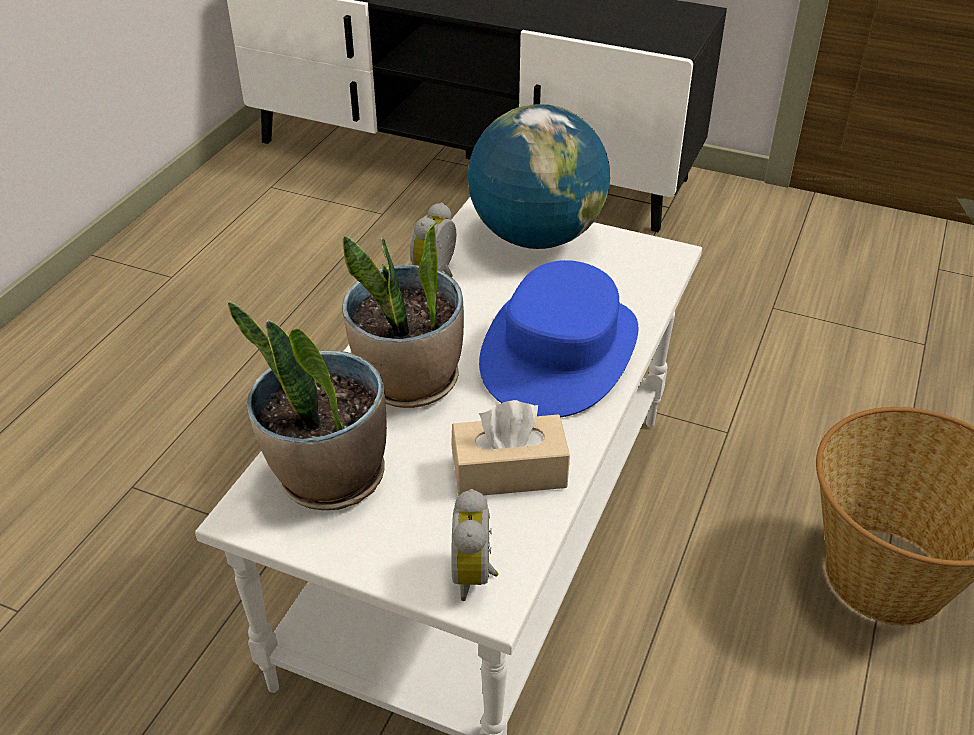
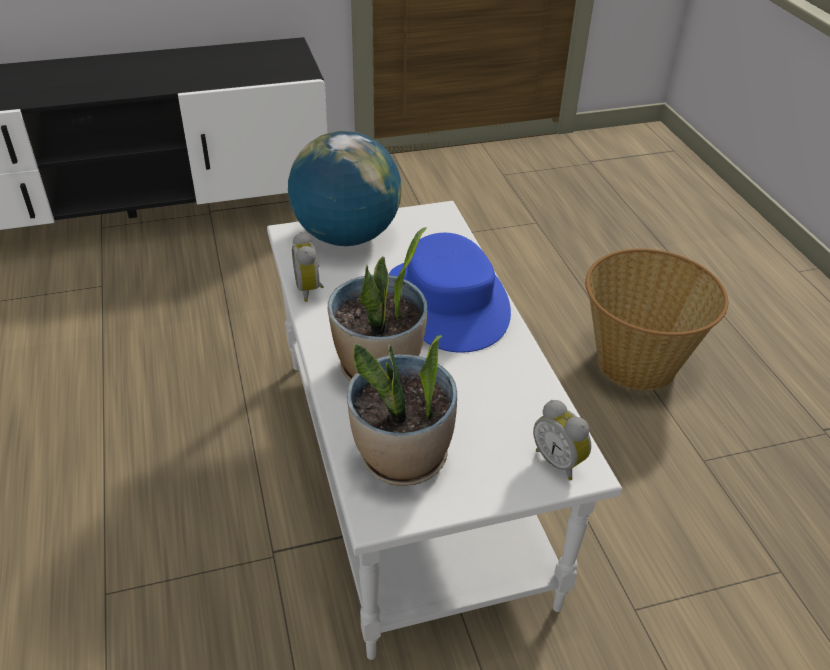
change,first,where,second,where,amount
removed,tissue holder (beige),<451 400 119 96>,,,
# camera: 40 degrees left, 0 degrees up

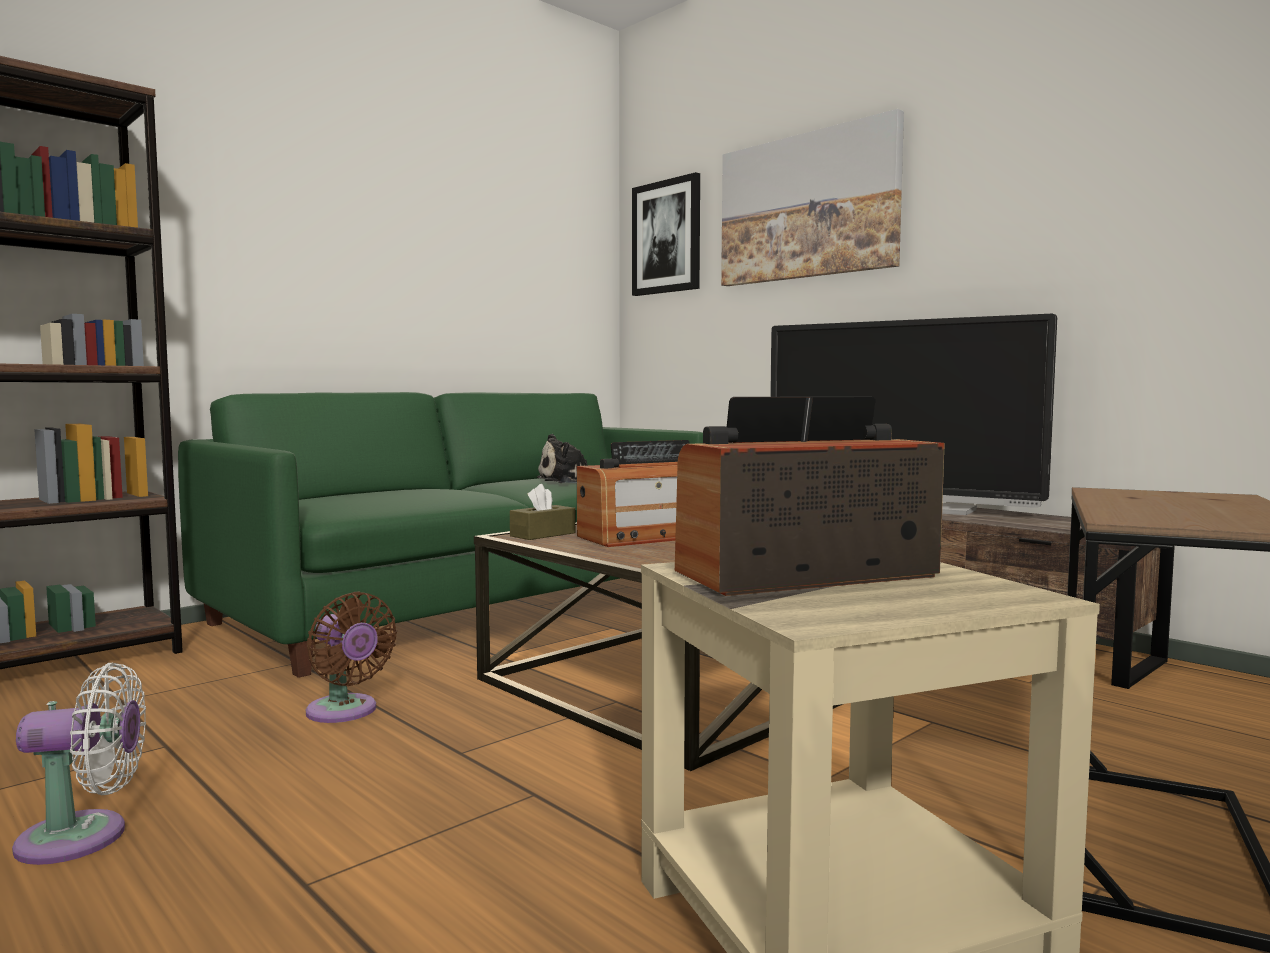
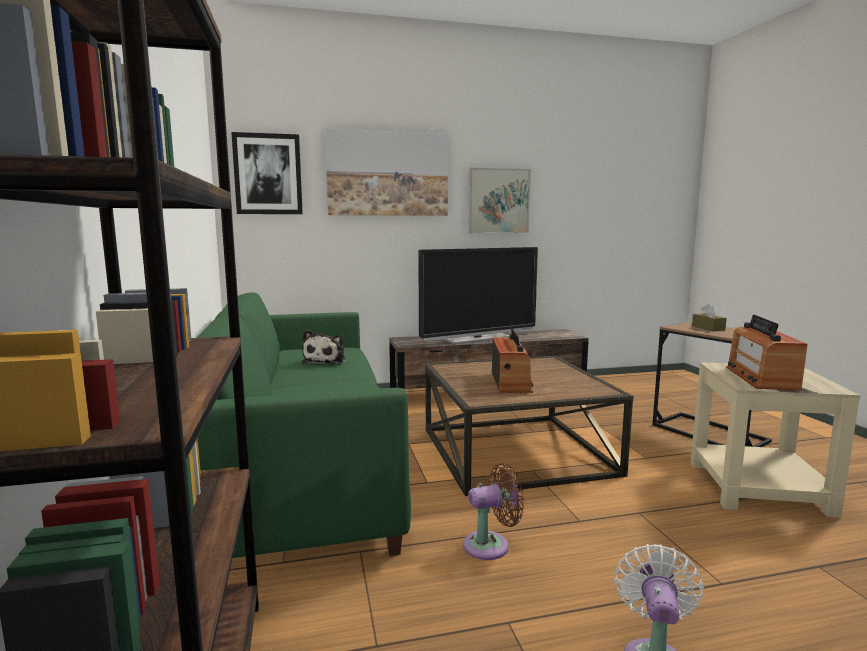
change,first,where,second,where,amount
added,,,wall picture,<468 168 63 66>,
moved,tissue holder (brown),<510 484 65 56>,,<692 304 35 27>,
# camera: 60 degrees left, 5 degrees up

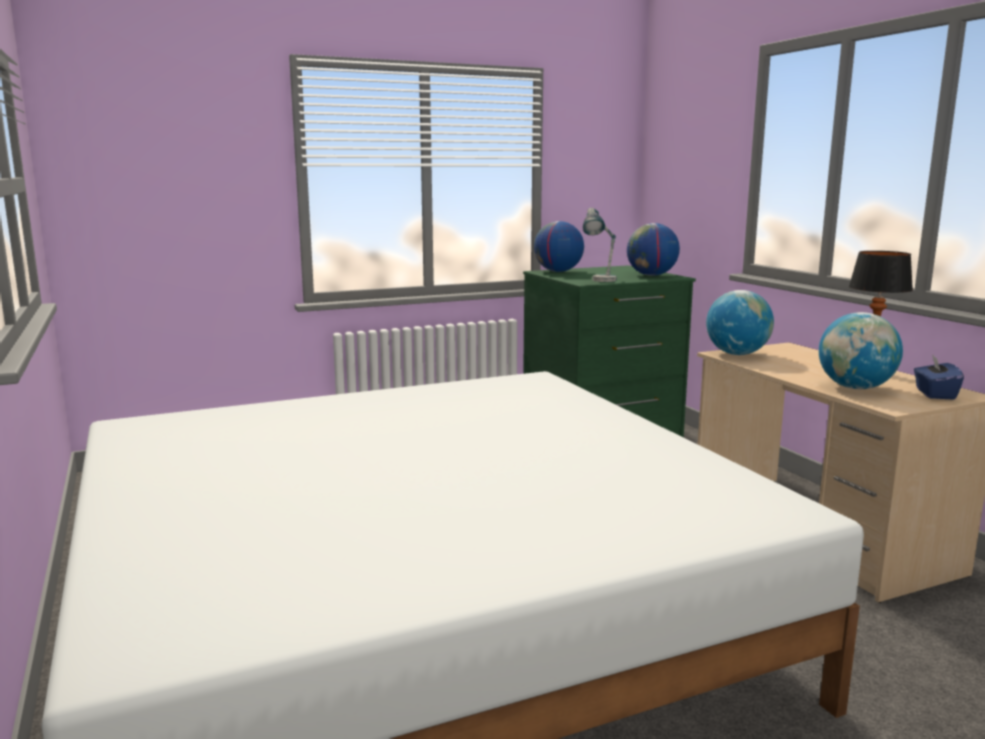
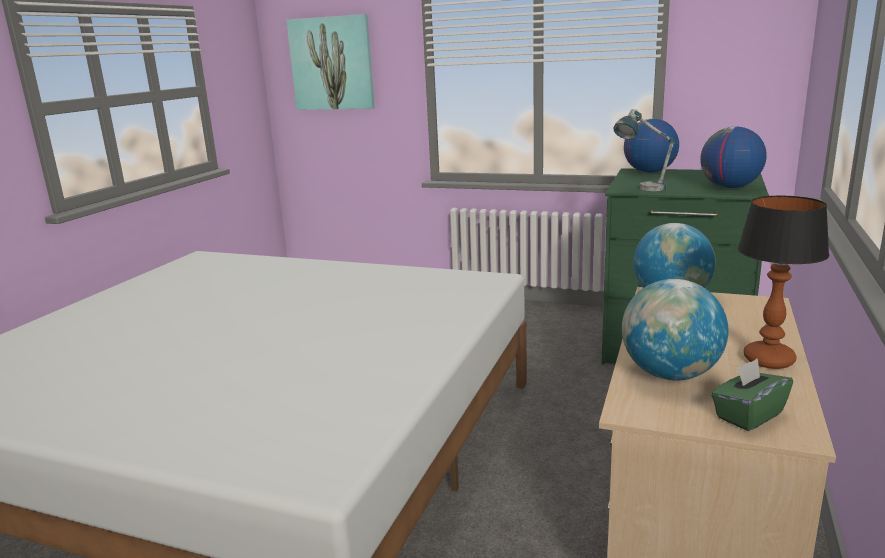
change,first,where,second,where,amount
added,,,wall picture,<286 14 89 96>,
recoloured,tissue holder (blue),<914 354 50 46>,tissue holder (greenish),<711 358 82 73>,
# camera: 45 degrees right, 5 degrees up

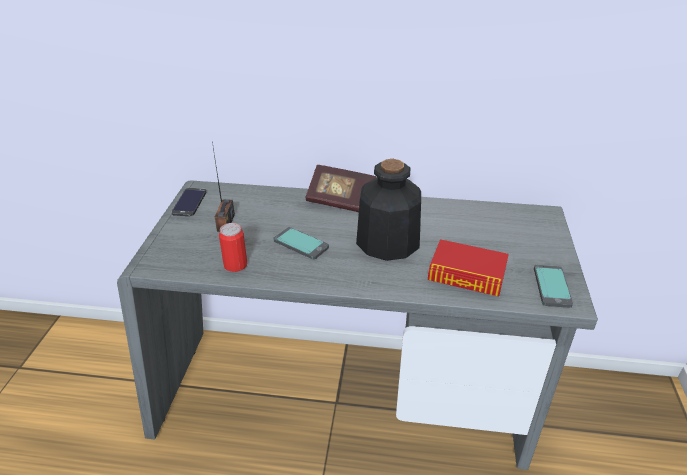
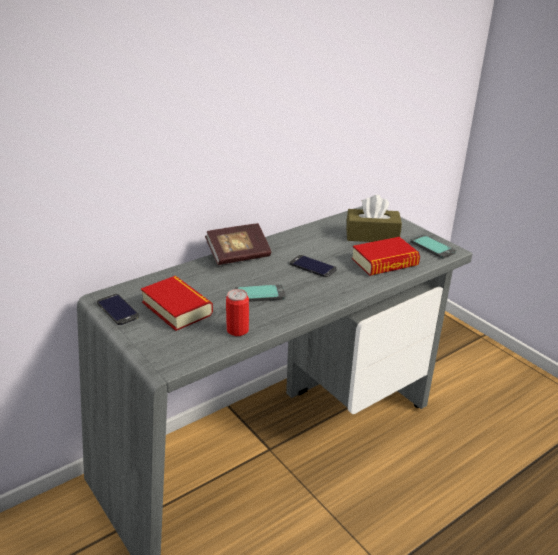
change,first,where,second,where,amount
added,,,tissue holder (brown),<346 195 56 47>,
replaced,radio set,<212 142 23 90>,volume,<141 276 72 55>,
replaced,bottle,<356 159 65 102>,phone,<289 255 48 22>,
# camera: 45 degrees left, 5 degrees down

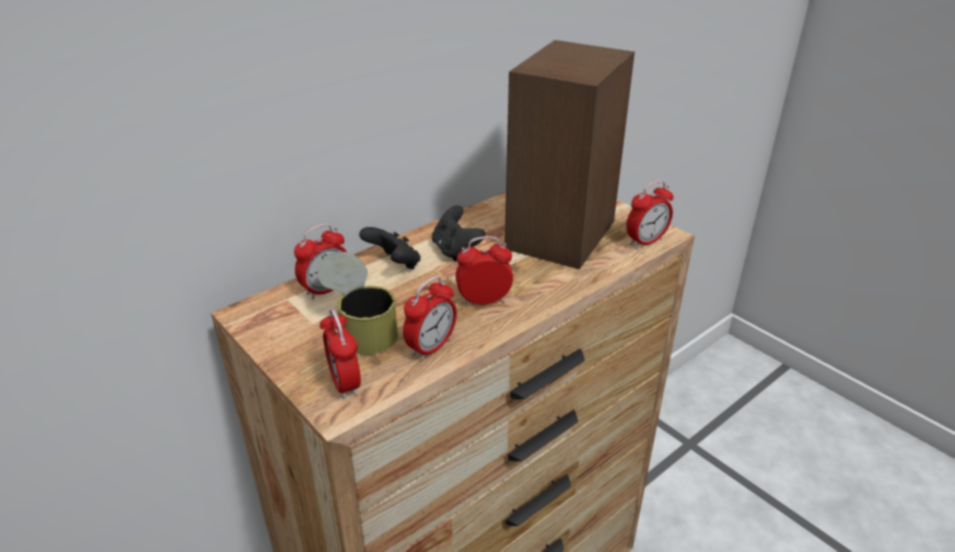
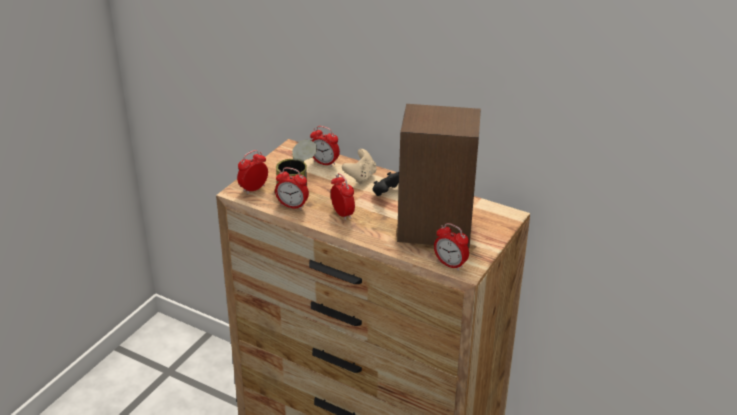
change,first,where,second,where,amount
recoloured,gamepad (black-coloured),<359 227 62 42>,gamepad (beige),<342 149 35 35>,
# camera: 70 degrees right, 0 degrees up

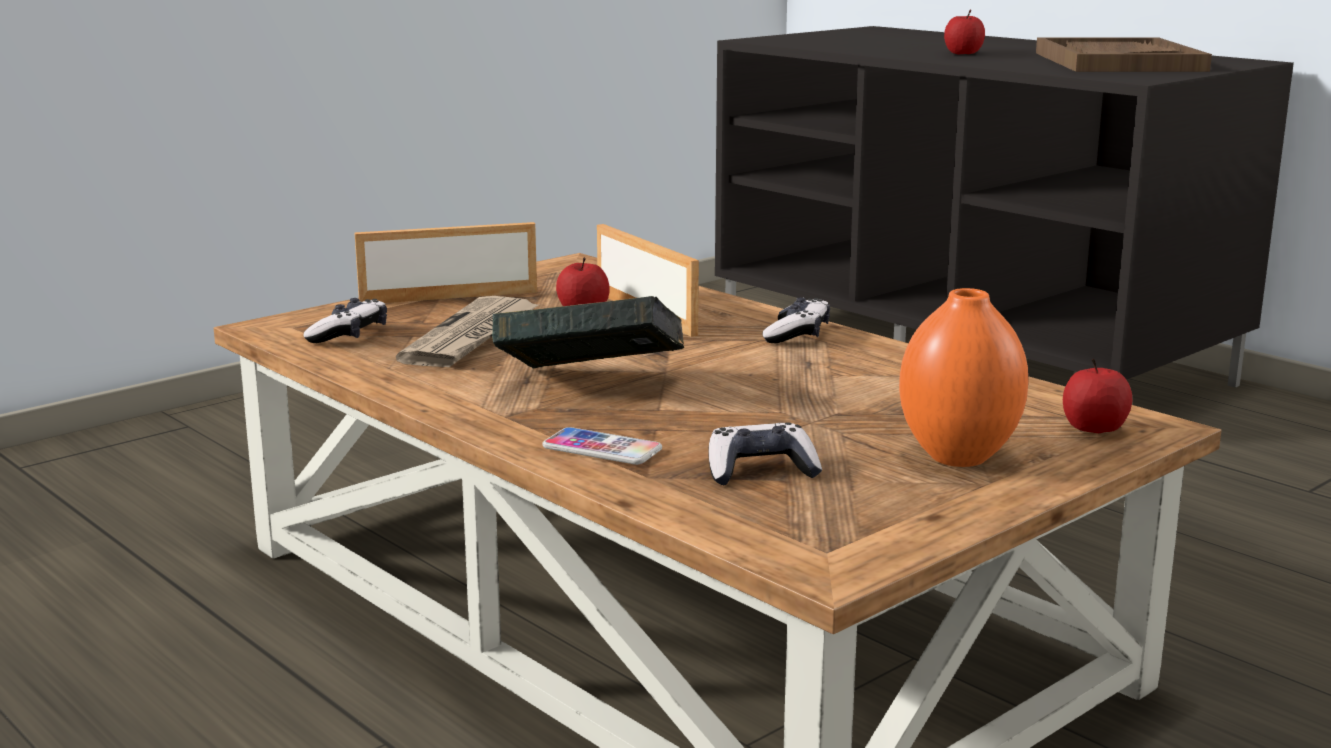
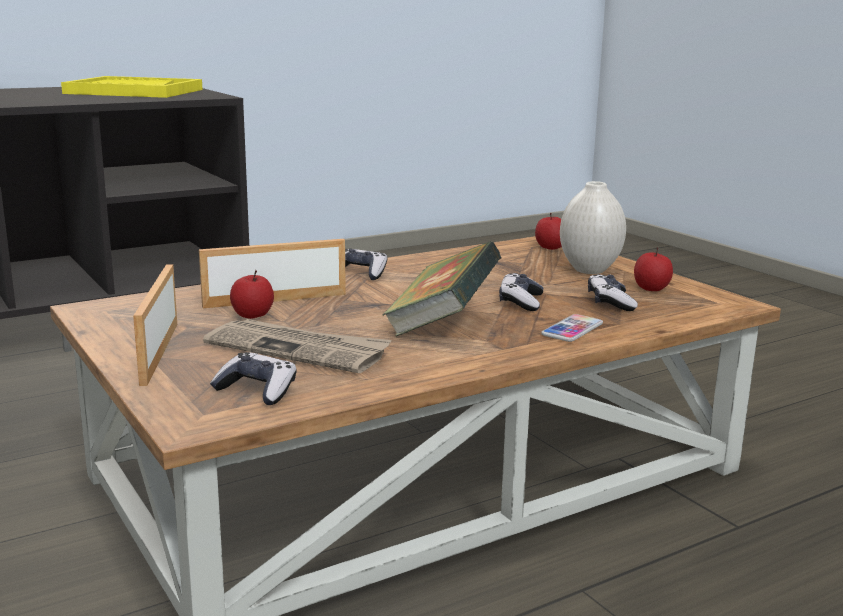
change,first,where,second,where,amount
added,,,gamepad,<499 273 44 38>,
moved,apple,<944 10 41 44>,,<634 247 39 44>,
recoloured,decorative vase (orange),<899 288 129 179>,decorative vase (whitish),<560 181 66 93>,
recoloured,tray (brown),<1036 37 176 35>,tray (yellowish),<61 76 142 22>,
# camera: 80 degrees left, 0 degrees up

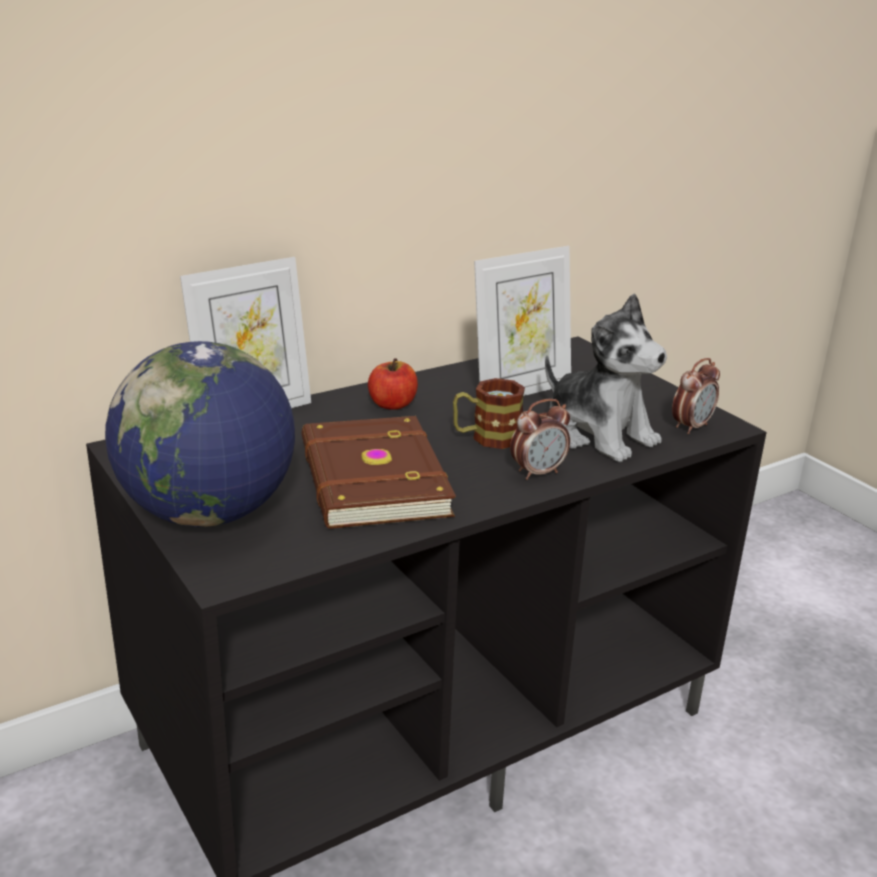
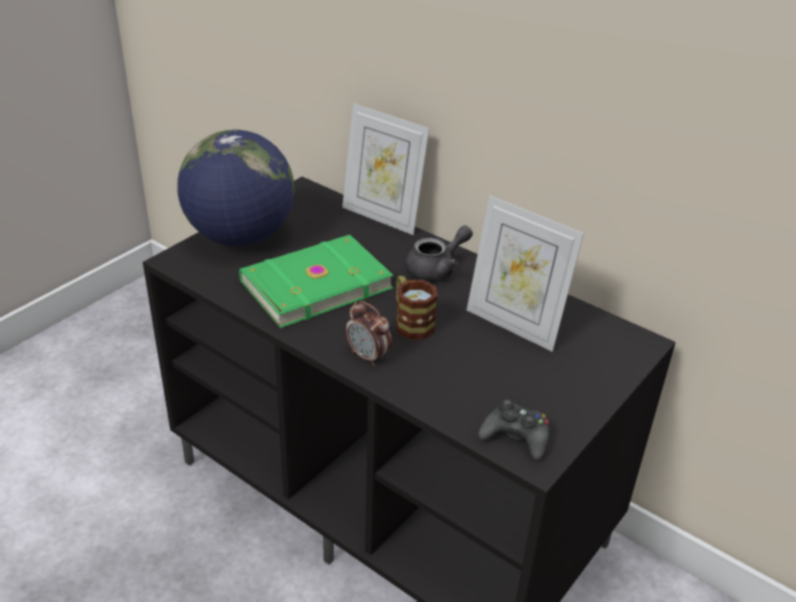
change,first,where,second,where,amount
removed,plush toy,<545 293 122 169>,,,
replaced,apple,<368 358 50 52>,pot for tea (gray),<405 226 68 55>,
replaced,bedside clock,<672 358 48 76>,gamepad (black-coloured),<478 399 72 61>,
recoloured,volume (brown),<302 416 154 113>,volume (greenish),<239 235 155 93>,
# camera: 70 degrees right, 10 degrees up

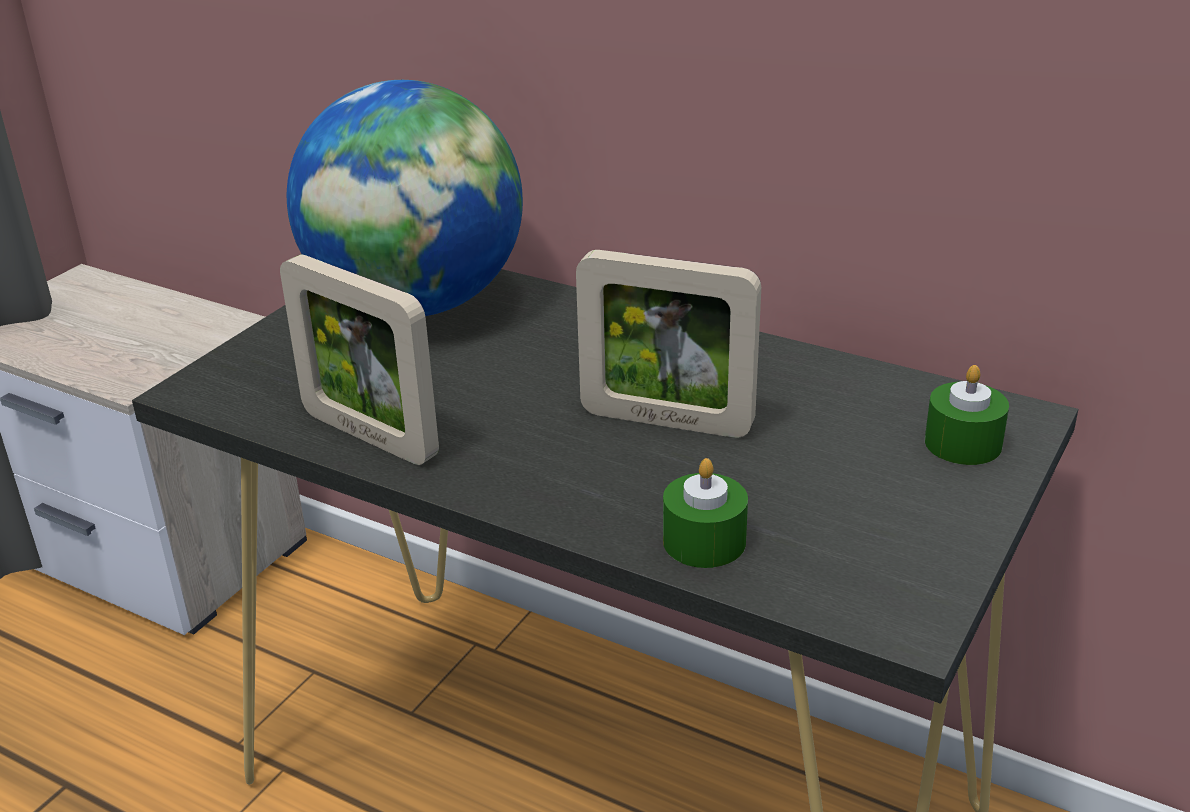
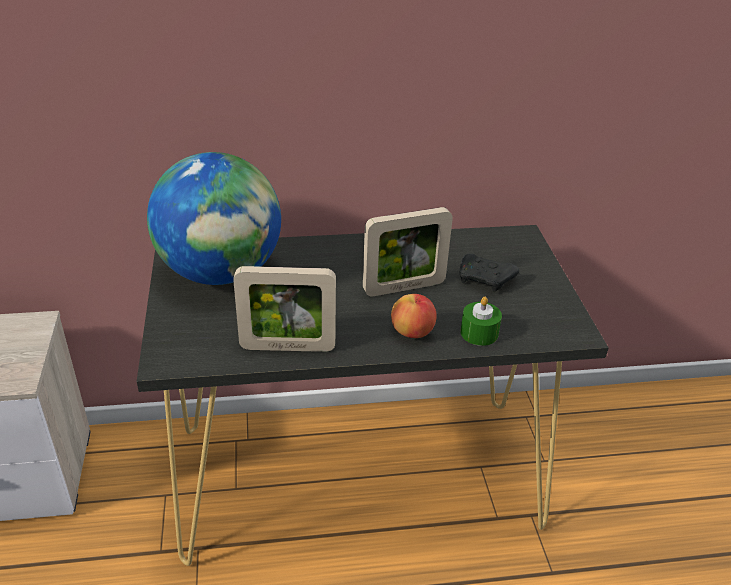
change,first,where,second,where,amount
removed,candle (greenish),<925 365 84 100>,,,
added,,,apple,<391 294 46 44>,
added,,,gamepad (black-coloured),<460 253 59 39>,
# camera: 40 degrees left, 5 degrees up

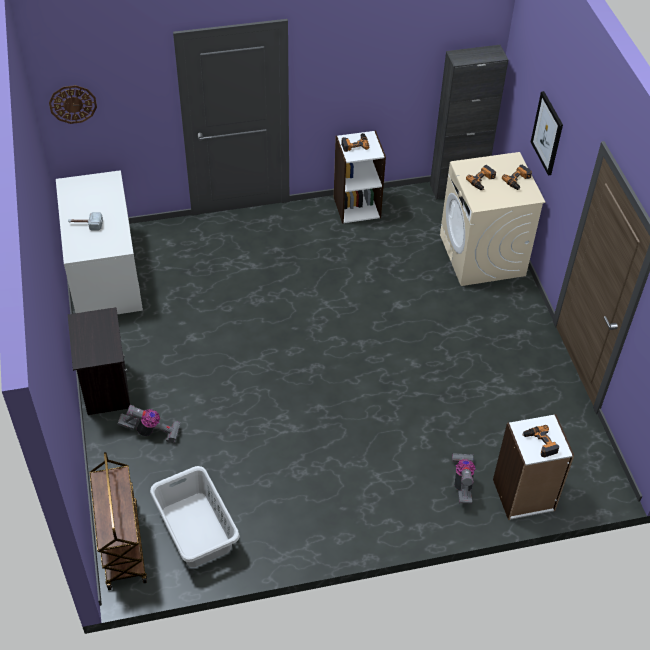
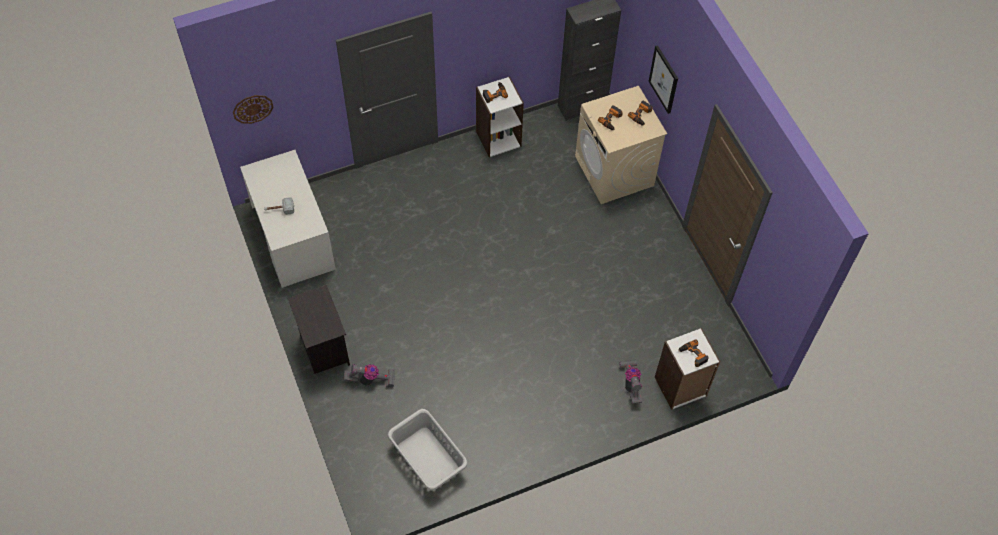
change,first,where,second,where,amount
removed,cart (brown),<90 452 57 138>,,,
# camera: 10 degrees left, 10 degrees up

